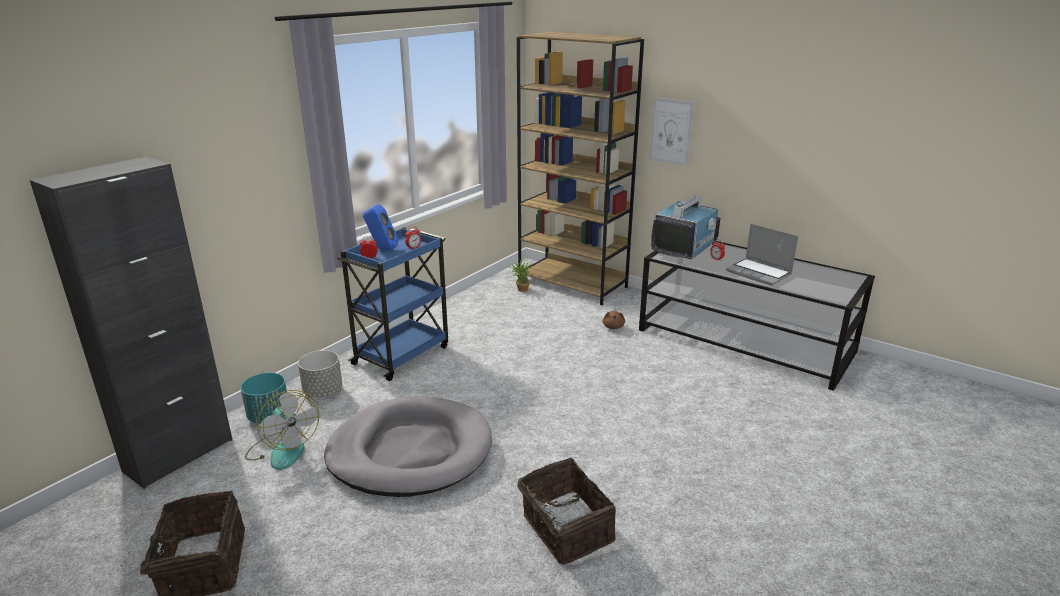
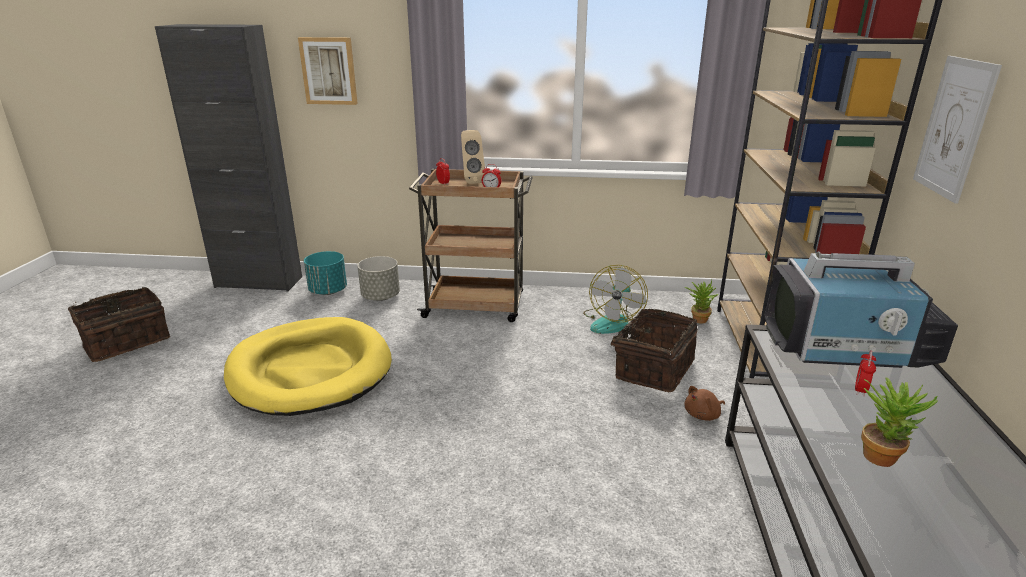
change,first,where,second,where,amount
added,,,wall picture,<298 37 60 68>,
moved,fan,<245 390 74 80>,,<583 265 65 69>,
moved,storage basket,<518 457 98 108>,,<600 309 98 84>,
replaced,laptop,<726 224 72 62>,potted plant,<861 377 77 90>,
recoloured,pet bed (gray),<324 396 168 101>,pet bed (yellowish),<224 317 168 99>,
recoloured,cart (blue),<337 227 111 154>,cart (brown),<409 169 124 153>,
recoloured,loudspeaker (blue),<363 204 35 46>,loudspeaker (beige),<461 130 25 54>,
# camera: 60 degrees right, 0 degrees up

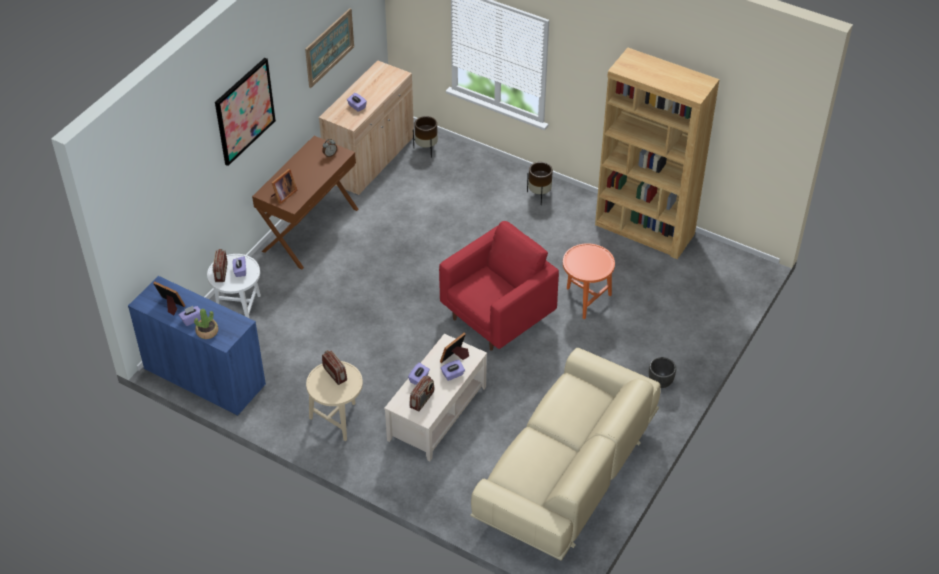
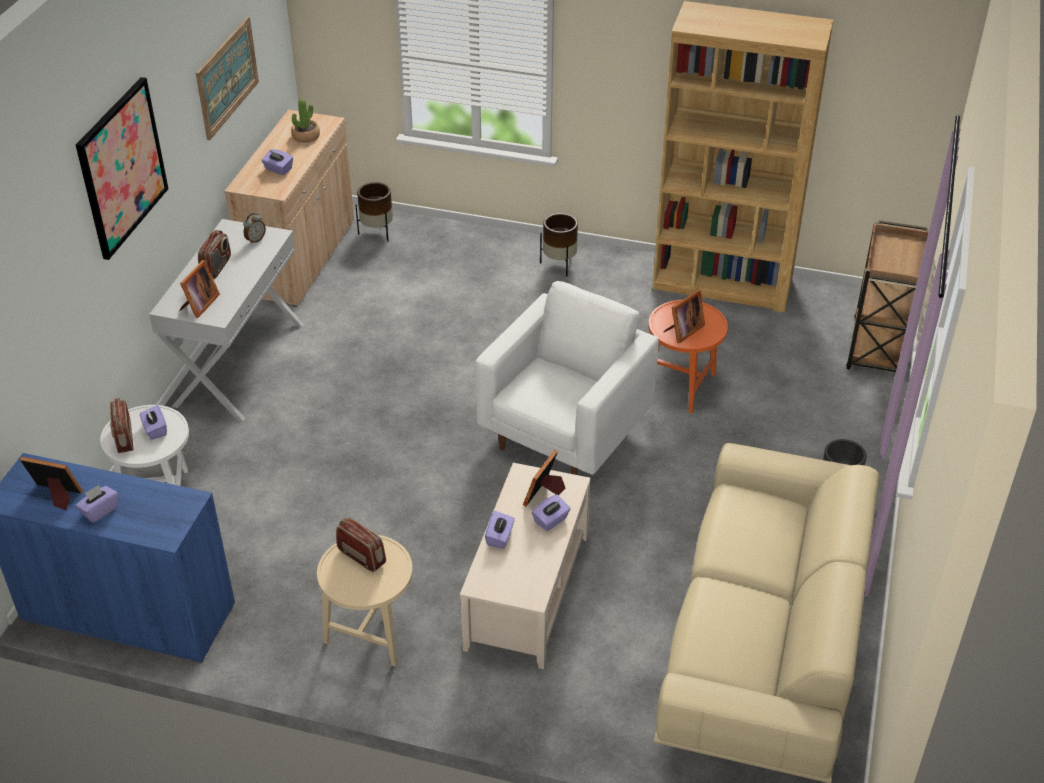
change,first,where,second,where,amount
added,,,standing frame,<664 290 41 54>,
added,,,cart (brown),<846 220 83 152>,
moved,potted plant,<194 309 24 30>,,<291 99 29 44>,
moved,radio set,<409 376 25 35>,,<198 230 33 49>,
recoloured,console table (brown),<252 136 106 133>,console table (whitish),<149 219 155 202>,
recoloured,armchair (red-coloured),<439 221 120 130>,armchair (whitish),<475 281 184 194>,
# camera: 15 degrees left, 5 degrees down

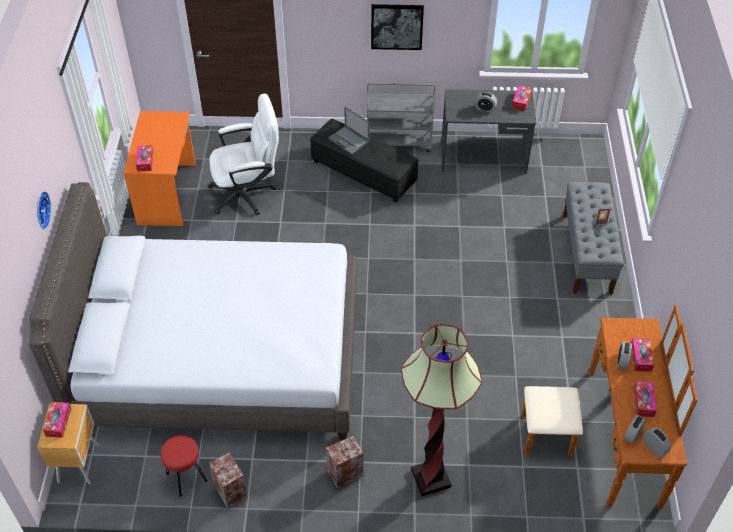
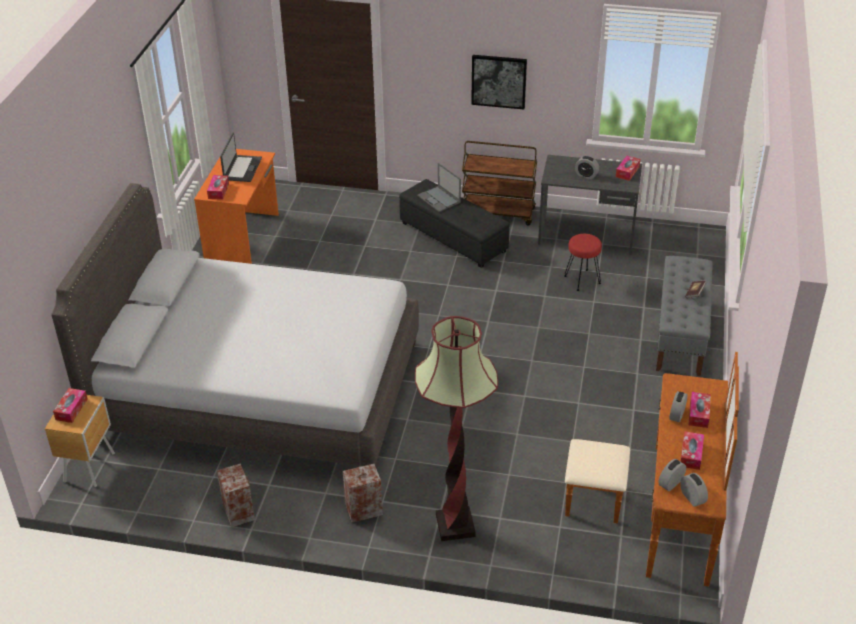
change,first,where,second,where,amount
removed,hanging clock,<37 191 14 39>,,,
removed,computer chair (whitish),<208 94 71 121>,,,
added,,,laptop,<220 133 42 49>,
moved,sitting stool (red-coloured),<160 435 47 62>,,<564 234 38 57>,
recoloured,cart (gray),<367 83 68 69>,cart (brown),<462 141 75 84>,
# camera: 10 degrees right, 10 degrees down

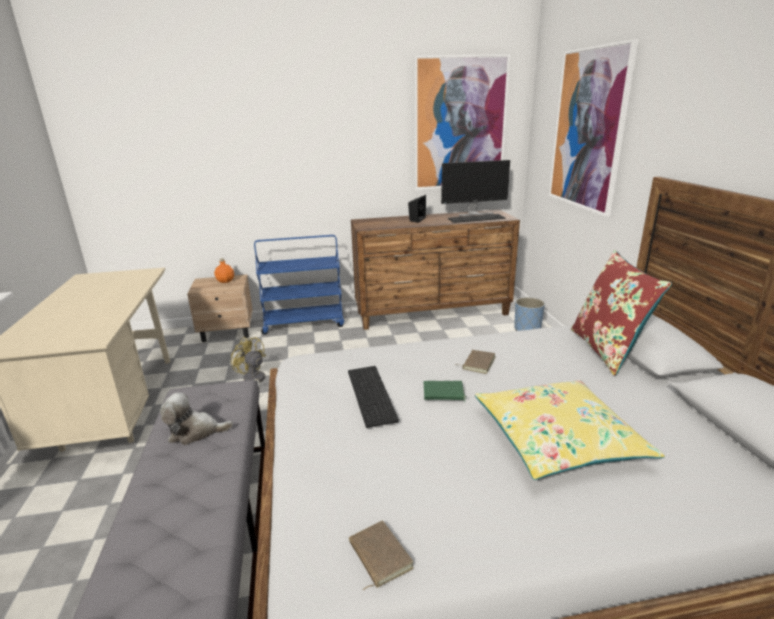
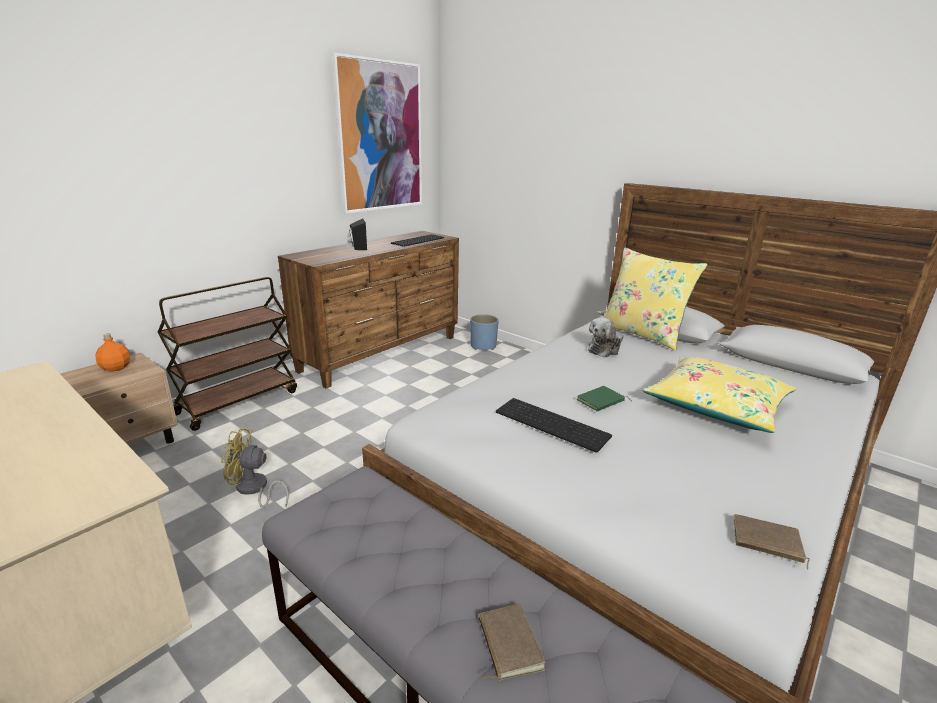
change,first,where,second,where,amount
removed,computer screen,<441 160 69 56>,,,
removed,wall picture,<549 39 90 178>,,,
moved,plush toy,<160 393 73 52>,,<588 317 36 40>,
moved,volume (brown),<455 350 40 24>,,<479 604 66 77>,
recoloured,cart (blue),<254 235 90 100>,cart (brown),<158 277 139 154>,
recoloured,throw pillow (red-coloured),<571 250 101 126>,throw pillow (yellowish),<603 248 105 103>,
# camera: 40 degrees left, 0 degrees up

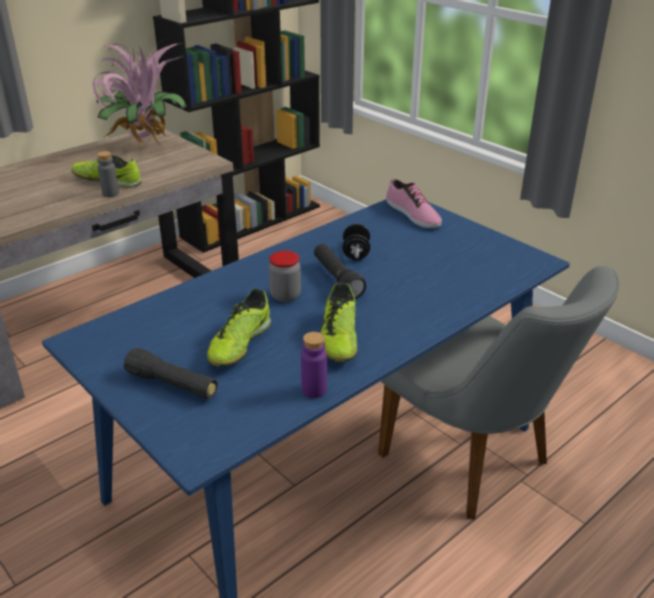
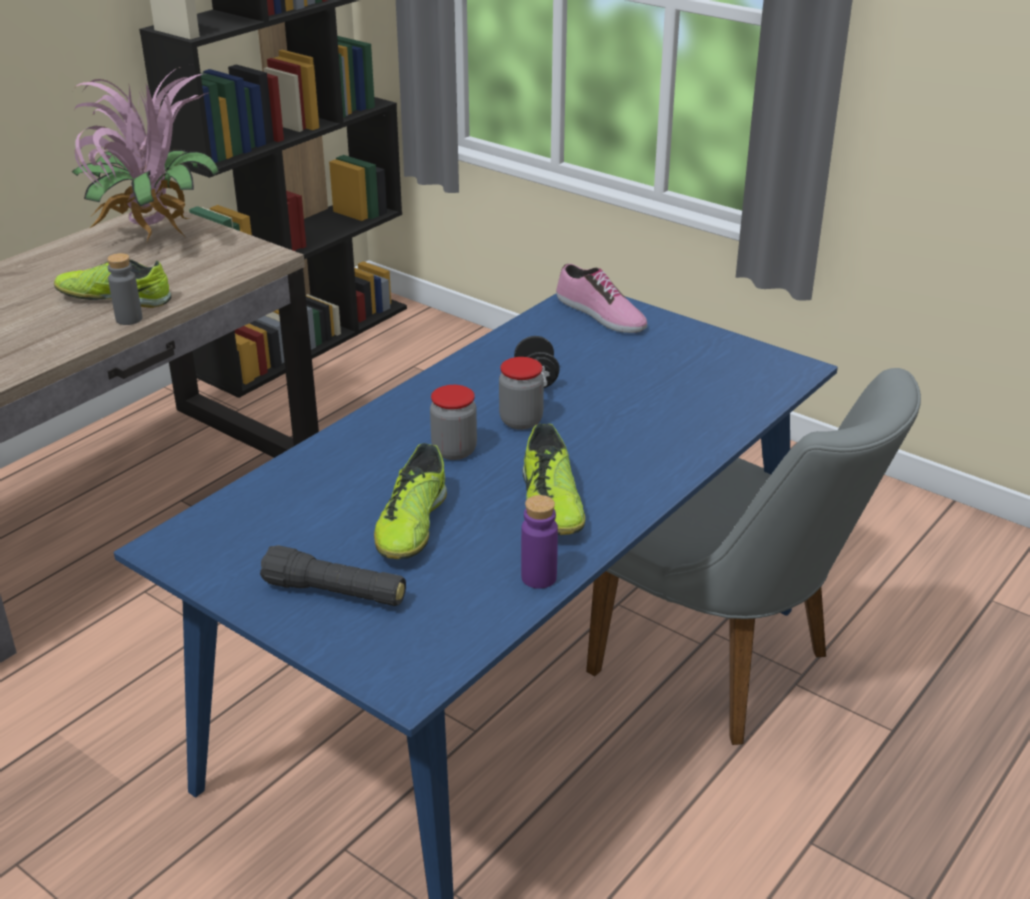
change,first,where,second,where,amount
replaced,torch (black-coloured),<314 244 52 55>,preserve jar,<499 357 45 73>,
# camera: 10 degrees left, 0 degrees up

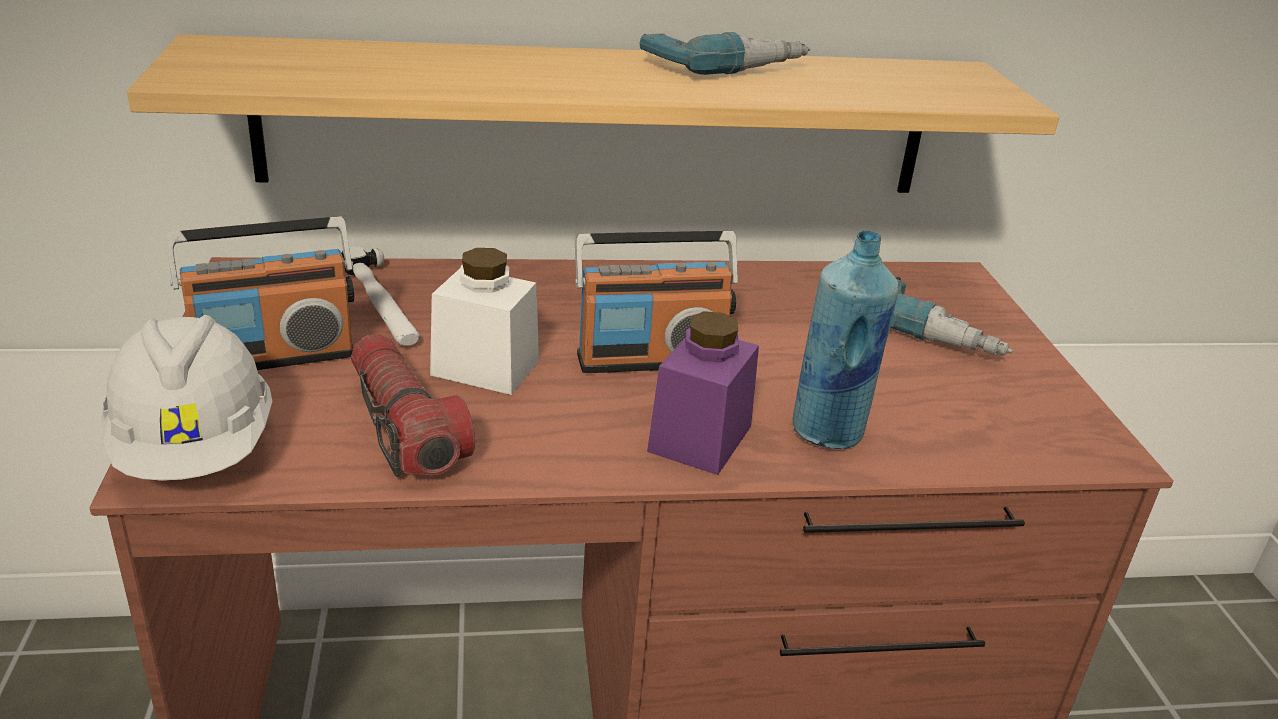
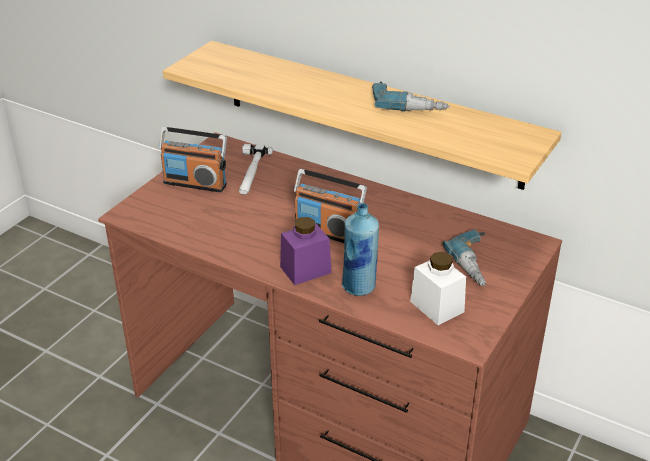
change,first,where,second,where,amount
removed,hard hat (whitish),<101 315 172 166>,,,
removed,torch,<351 334 124 143>,,,
moved,preserve jar (whitish),<430 248 109 147>,,<410 252 56 73>,
# camera: 40 degrees right, 5 degrees up

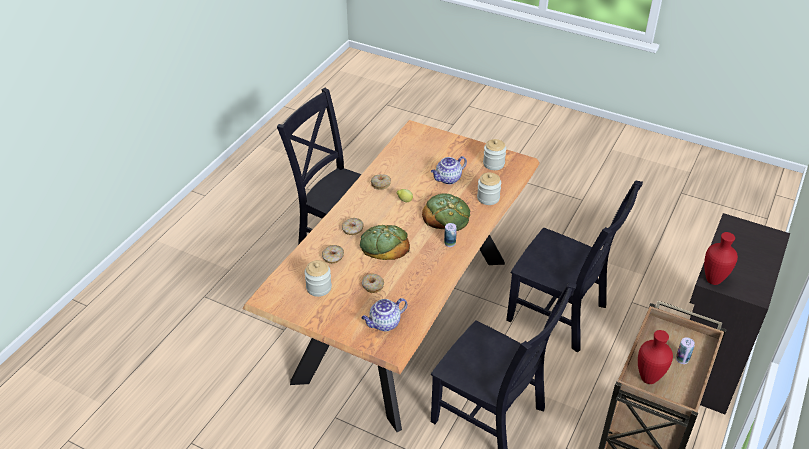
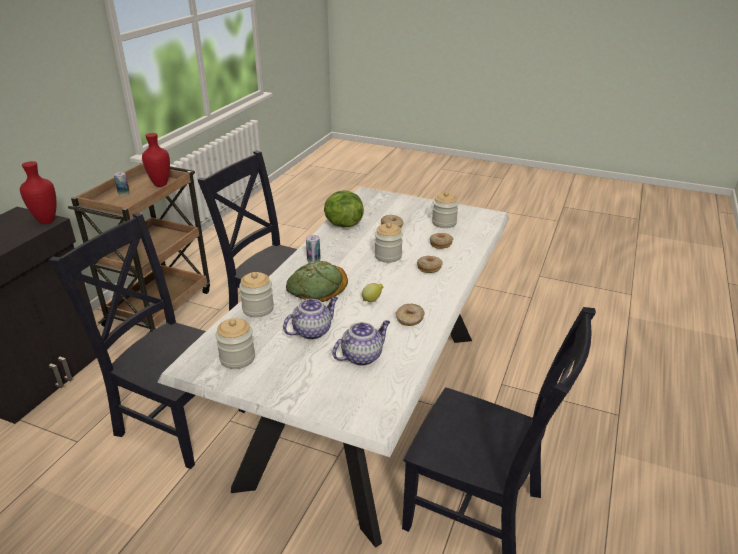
change,first,where,second,where,amount
added,,,lettuce,<324 190 40 37>,
moved,pot for tea,<361 298 47 33>,,<332 320 58 46>,
replaced,bakery bread,<360 225 50 35>,preserve jar,<375 222 28 41>,
recoloured,dinner table (brown),<242 120 298 312>,dinner table (whitish),<157 187 352 361>,
# camera: 175 degrees right, 10 degrees down

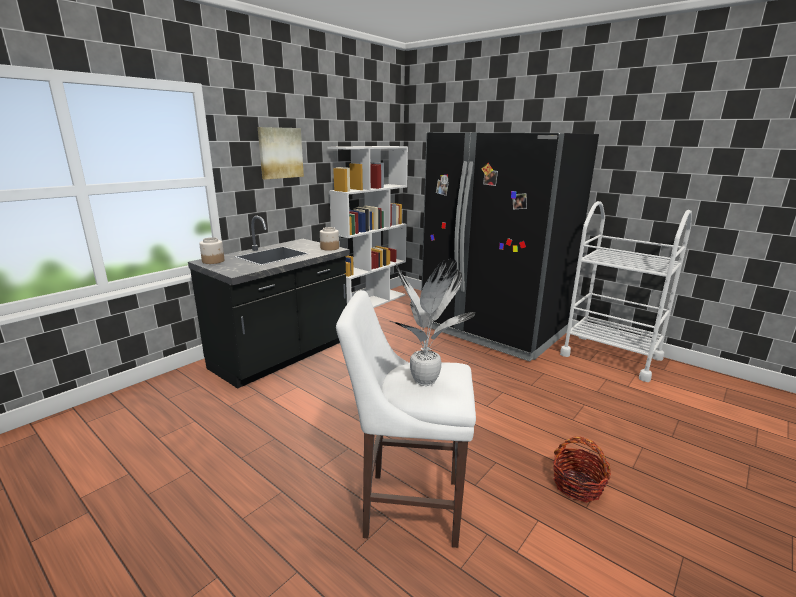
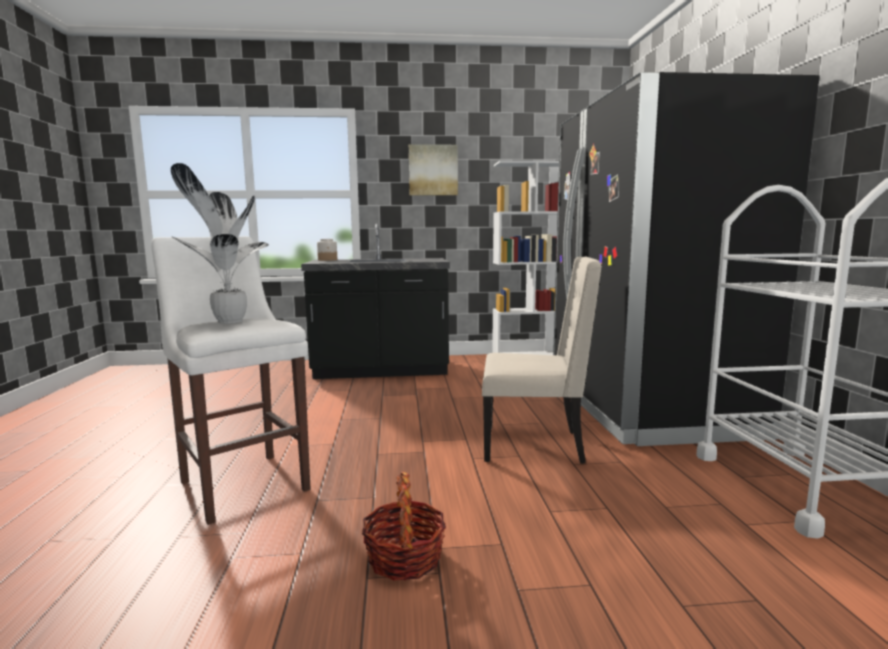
change,first,where,second,where,amount
removed,preserve jar,<320 227 19 24>,,,
added,,,plain chair (beige),<482 257 120 207>,
# camera: 45 degrees right, 10 degrees down

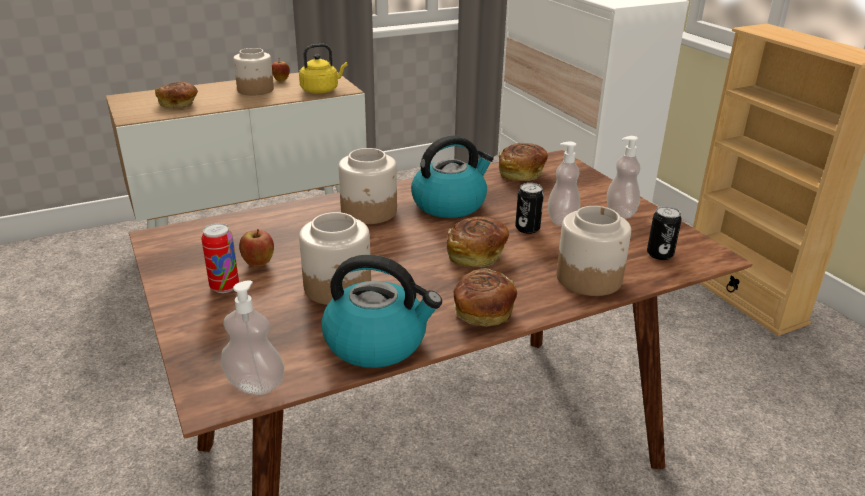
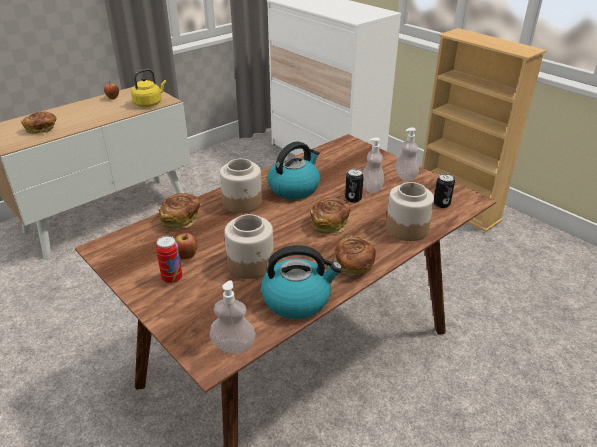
change,first,where,second,where,amount
removed,preserve jar,<233 48 41 47>,,,
moved,bakery bread,<499 143 49 38>,,<159 193 41 36>,
# camera: 15 degrees left, 5 degrees up

